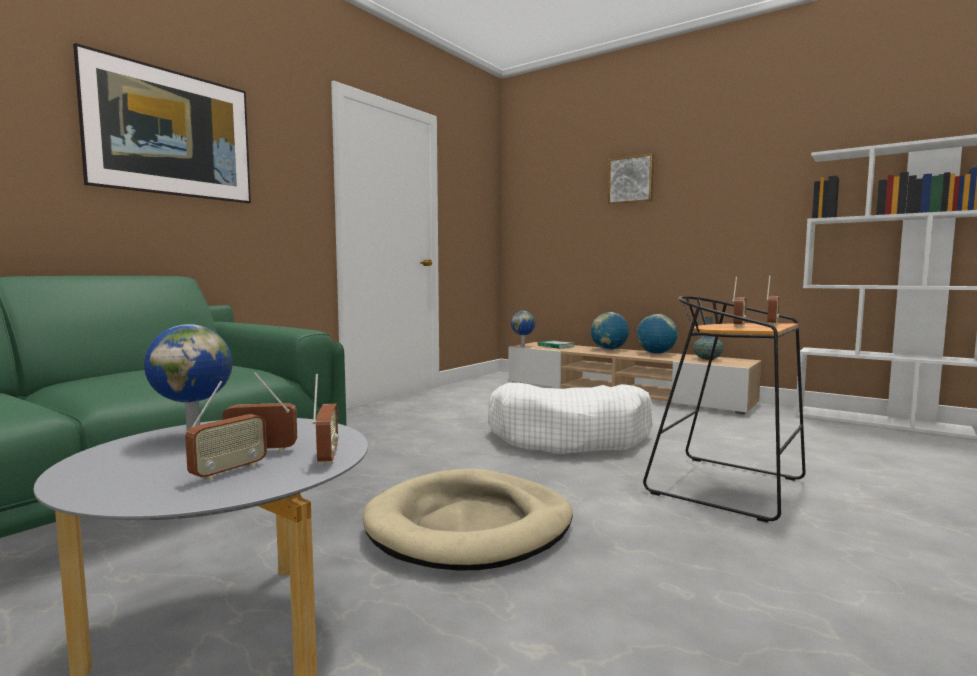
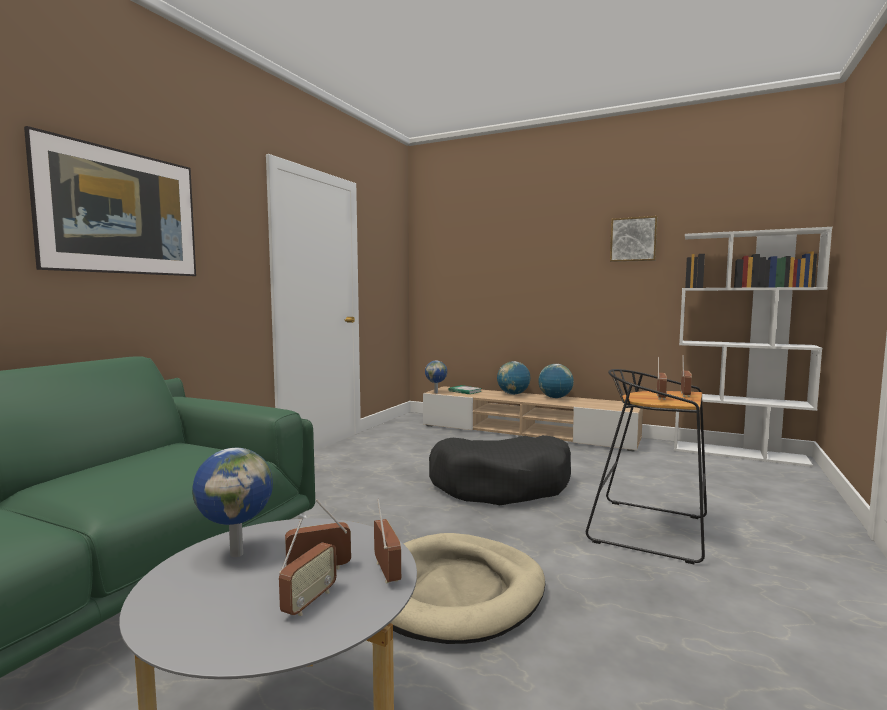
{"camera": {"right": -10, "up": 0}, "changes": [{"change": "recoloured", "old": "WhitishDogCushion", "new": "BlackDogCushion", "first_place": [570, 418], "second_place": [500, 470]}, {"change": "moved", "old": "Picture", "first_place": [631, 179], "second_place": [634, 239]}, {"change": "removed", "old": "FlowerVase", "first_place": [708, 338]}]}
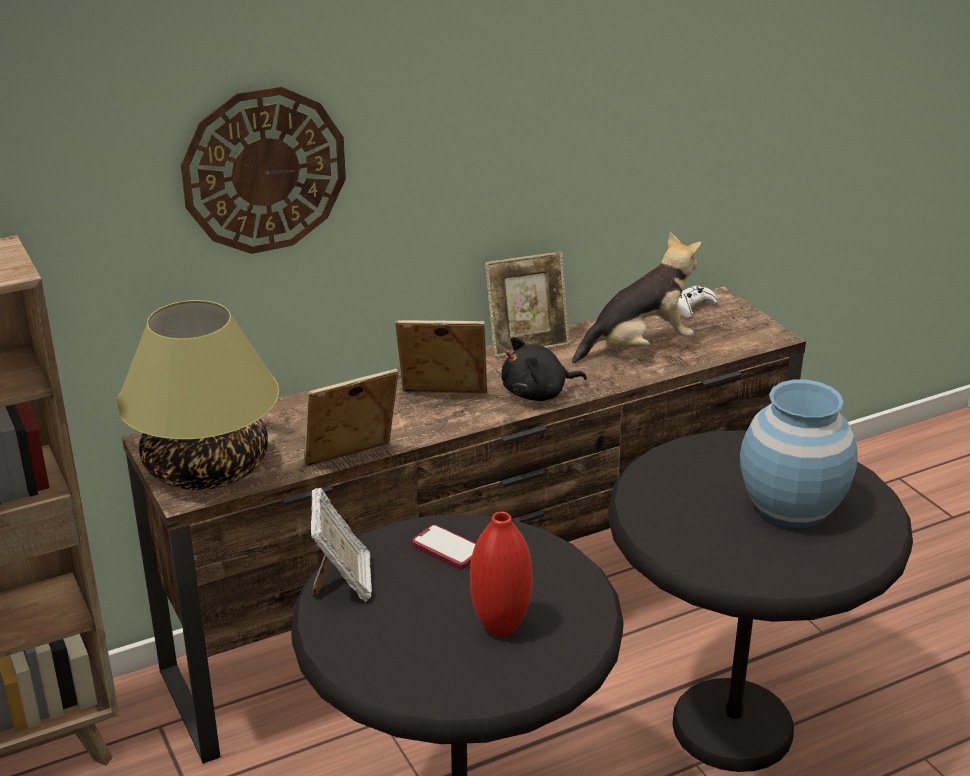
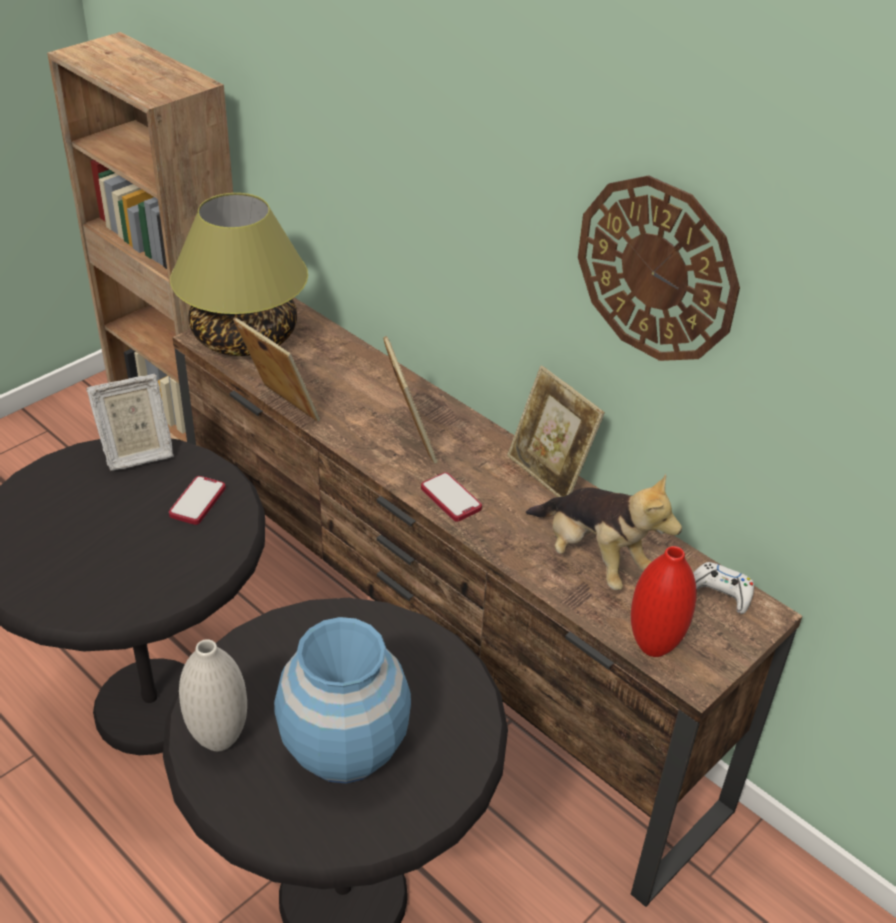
{"camera": {"right": 70, "up": 10}, "changes": [{"change": "moved", "old": "HangingClock", "first_place": [263, 170], "second_place": [659, 268]}, {"change": "moved", "old": "ReddishFlowerVase", "first_place": [501, 574], "second_place": [664, 601]}, {"change": "replaced", "old": "BlackCuddlyToy", "new": "Telephone", "first_place": [544, 369], "second_place": [451, 497]}, {"change": "added", "new": "WhitishFlowerVase", "second_place": [213, 695]}]}
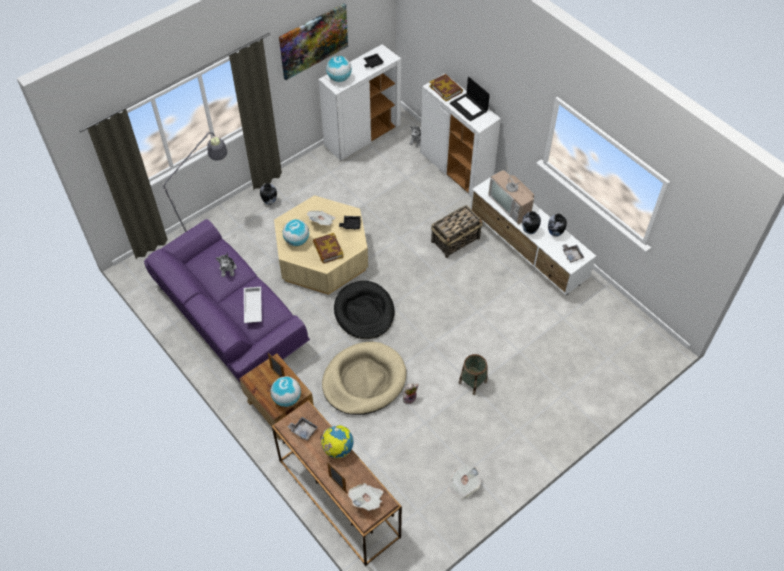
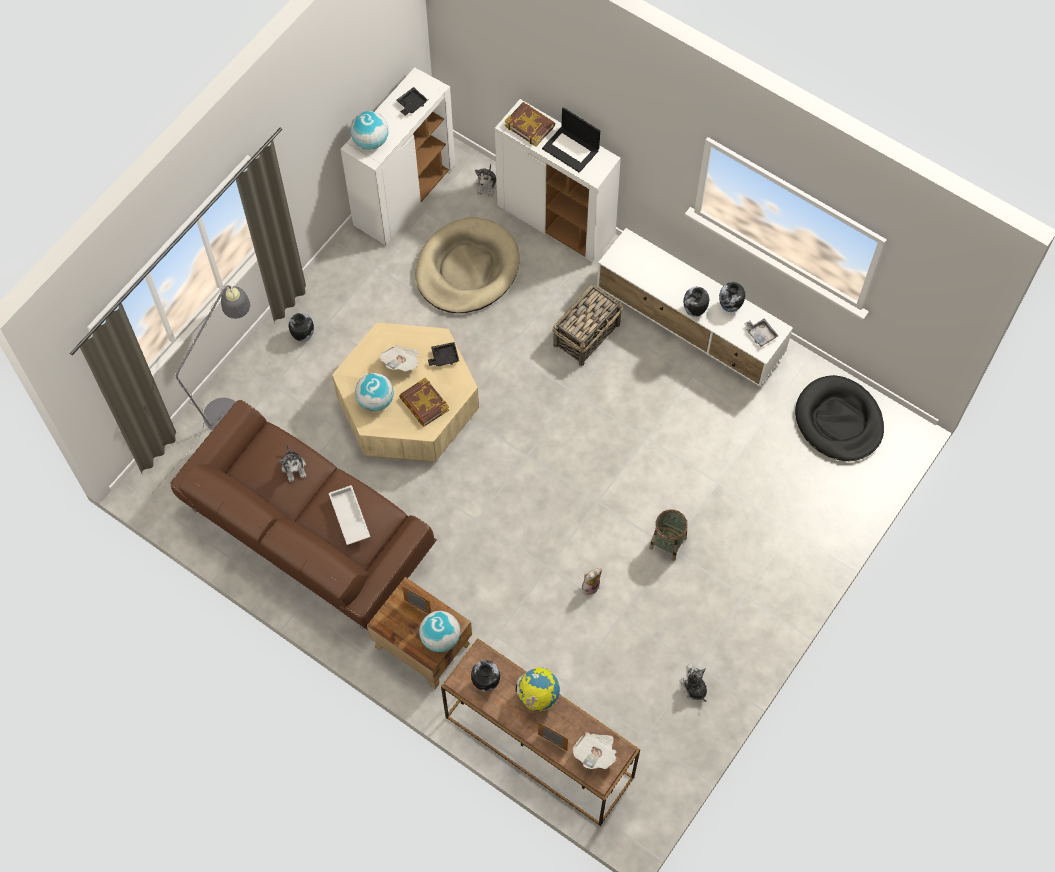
{"camera": {"right": -15, "up": 10}, "changes": [{"change": "recoloured", "old": "PurplishCouch", "new": "BrownCouch", "first_place": [227, 300], "second_place": [303, 515]}, {"change": "removed", "old": "Picture", "first_place": [313, 41]}, {"change": "replaced", "old": "GreyServingTray", "new": "FlowerVase", "first_place": [303, 429], "second_place": [485, 676]}, {"change": "moved", "old": "BeigeDogCushion", "first_place": [364, 378], "second_place": [467, 265]}, {"change": "moved", "old": "BlackDogCushion", "first_place": [364, 310], "second_place": [839, 418]}, {"change": "replaced", "old": "DailyPaper", "new": "CuddlyToy", "first_place": [464, 481], "second_place": [693, 682]}, {"change": "removed", "old": "TvSet", "first_place": [511, 193]}]}
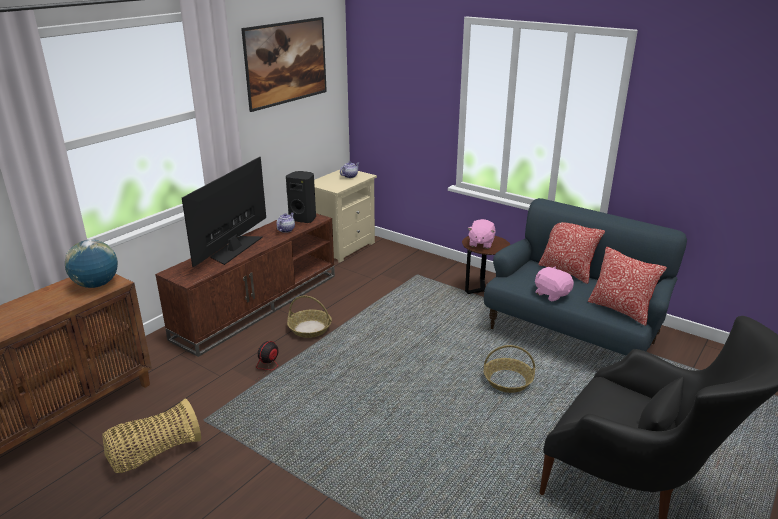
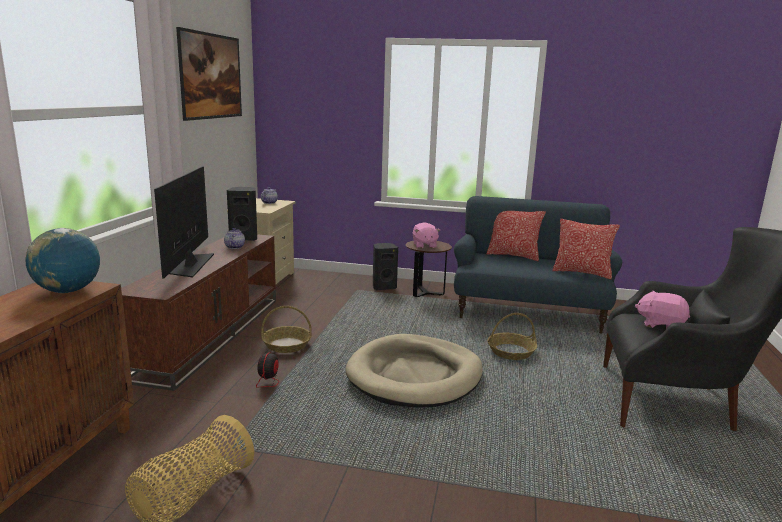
{"camera": {"right": -25, "up": -10}, "changes": [{"change": "moved", "old": "PinkishCuddlyToy", "first_place": [554, 283], "second_place": [662, 310]}, {"change": "added", "new": "BeigeDogCushion", "second_place": [414, 371]}, {"change": "added", "new": "BlackSpeaker", "second_place": [385, 266]}]}
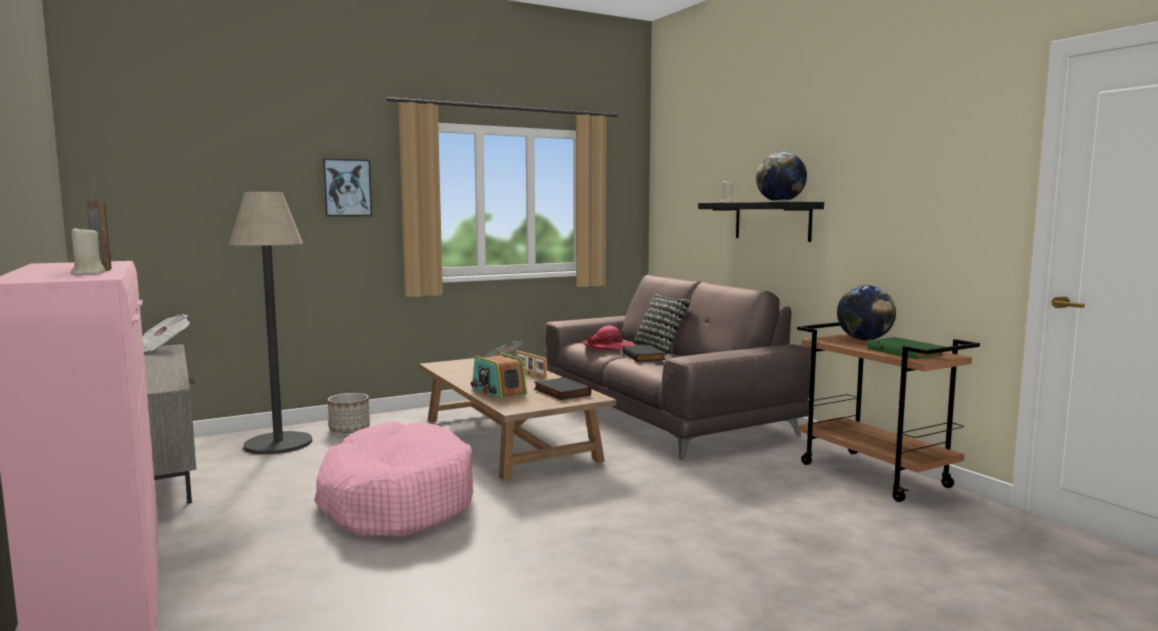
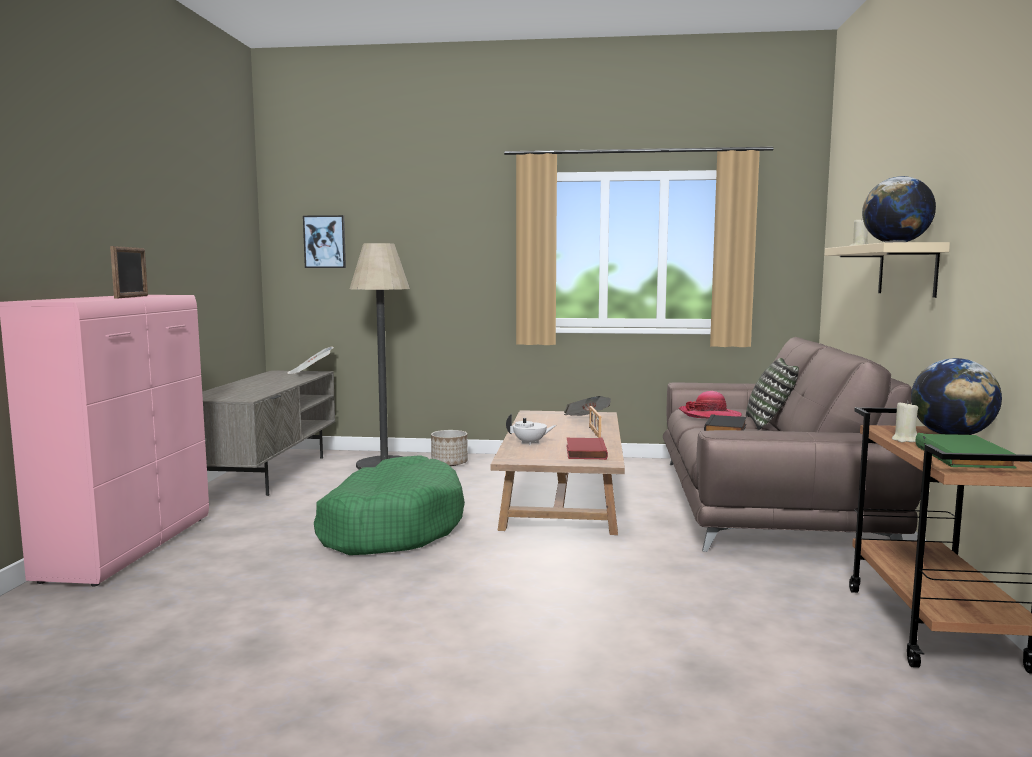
{"camera": {"right": 35, "up": 0}, "changes": [{"change": "moved", "old": "BeigeCandle", "first_place": [87, 250], "second_place": [905, 421]}, {"change": "recoloured", "old": "PinkishDogCushion", "new": "GreenishDogCushion", "first_place": [393, 479], "second_place": [389, 505]}, {"change": "moved", "old": "Picture", "first_place": [347, 187], "second_place": [324, 241]}, {"change": "replaced", "old": "RadioReceiver", "new": "WhitishTeaPot", "first_place": [499, 376], "second_place": [531, 429]}, {"change": "recoloured", "old": "BlackBoundBook", "new": "ReddishBoundBook", "first_place": [562, 388], "second_place": [587, 448]}, {"change": "recoloured", "old": "BlackWallShelf", "new": "BeigeWallShelf", "first_place": [761, 222], "second_place": [887, 270]}]}
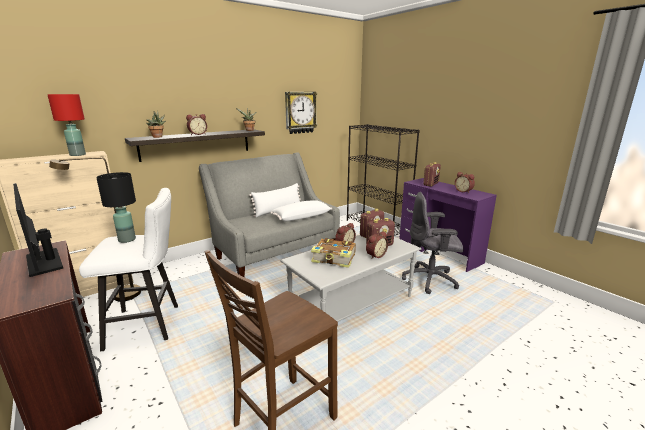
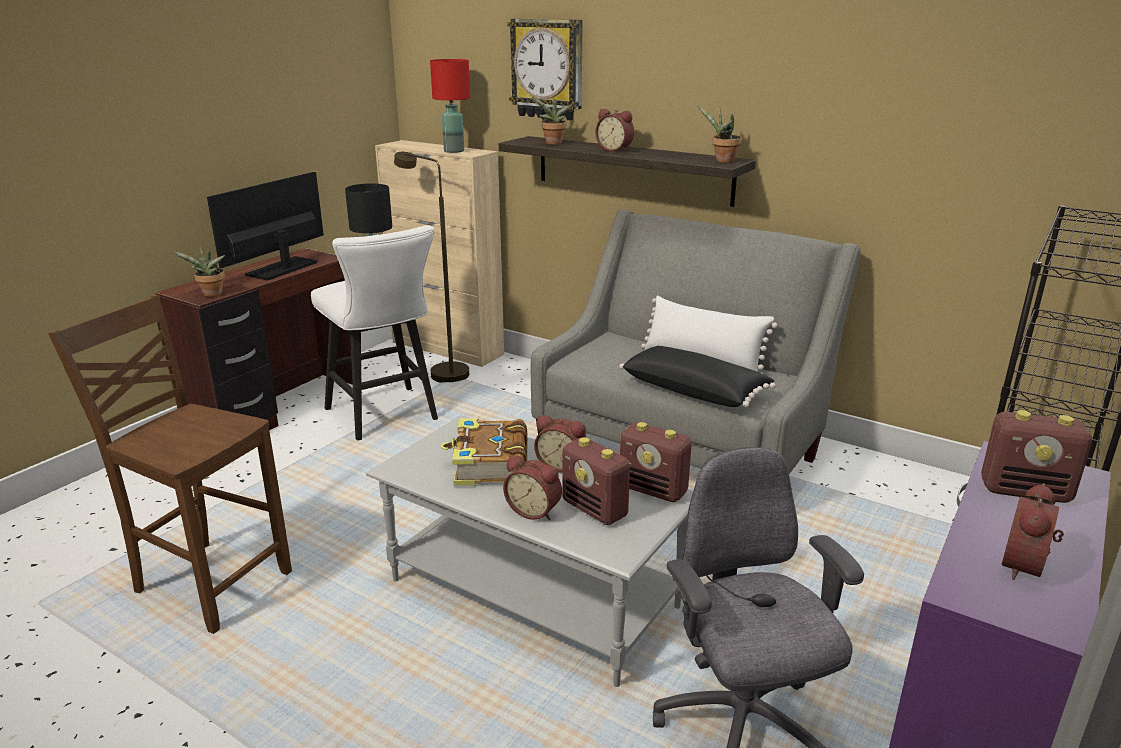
{"camera": {"right": 70, "up": 5}, "changes": [{"change": "recoloured", "old": "WhitishPillow", "new": "BlackPillow", "first_place": [301, 210], "second_place": [697, 376]}, {"change": "moved", "old": "HangingClock", "first_place": [301, 113], "second_place": [545, 69]}, {"change": "added", "new": "PlantInAPot", "second_place": [198, 272]}]}
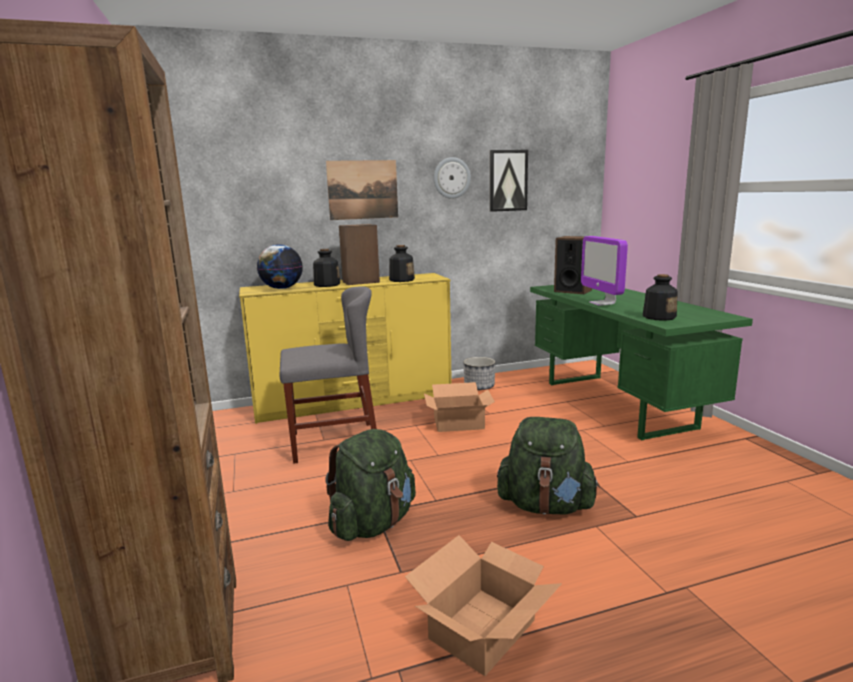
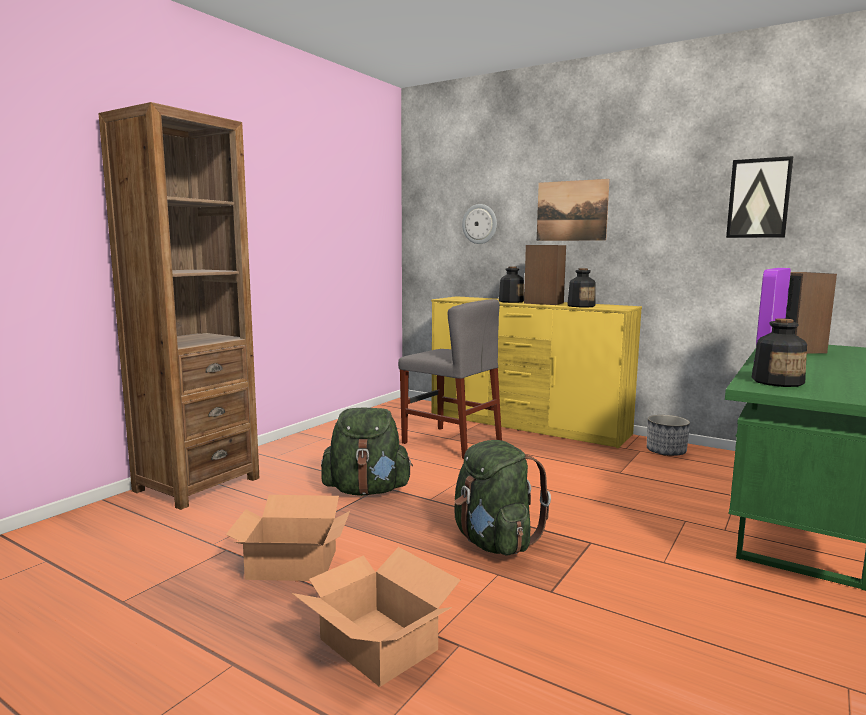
{"camera": {"right": 50, "up": -5}, "changes": [{"change": "removed", "old": "WorldGlobe", "first_place": [280, 266]}, {"change": "moved", "old": "Carton", "first_place": [459, 407], "second_place": [376, 617]}, {"change": "moved", "old": "HangingClock", "first_place": [452, 178], "second_place": [479, 224]}]}
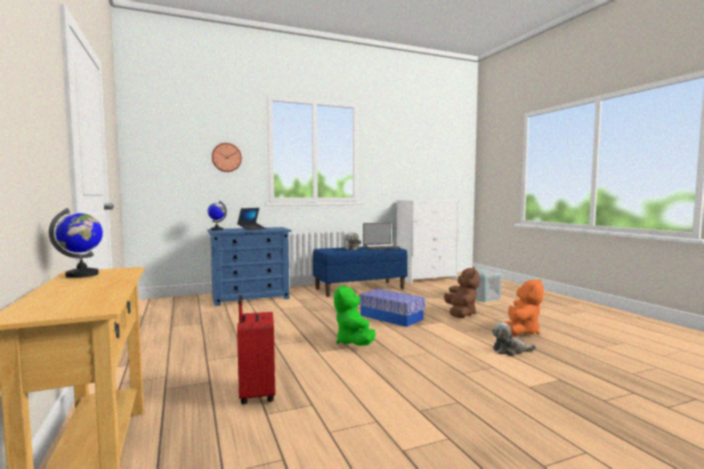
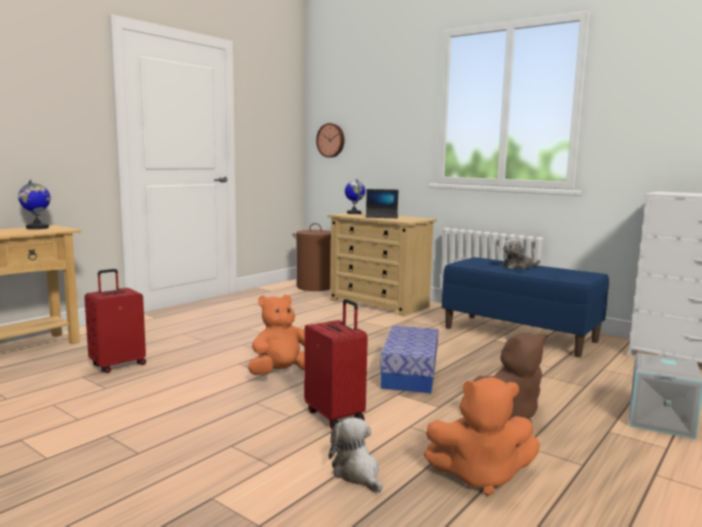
{"camera": {"right": 60, "up": 5}, "changes": [{"change": "recoloured", "old": "BlueDrawerChest", "new": "BeigeDrawerChest", "first_place": [249, 266], "second_place": [382, 264]}, {"change": "moved", "old": "HangingClock", "first_place": [227, 157], "second_place": [330, 140]}, {"change": "recoloured", "old": "GreenishCuddlyToy", "new": "OrangeyCuddlyToy", "first_place": [355, 315], "second_place": [276, 335]}, {"change": "removed", "old": "Laptop", "first_place": [381, 236]}, {"change": "added", "new": "BrownLaundryBasket", "second_place": [311, 257]}, {"change": "added", "new": "ReddishSuitcase", "second_place": [336, 364]}]}
